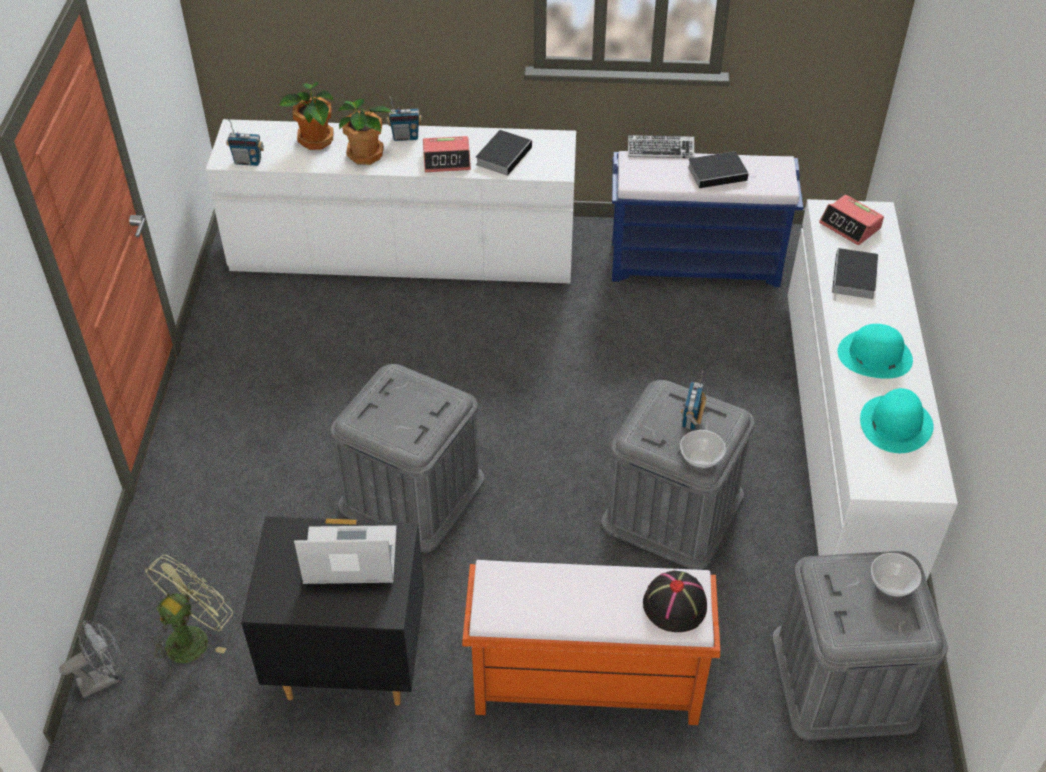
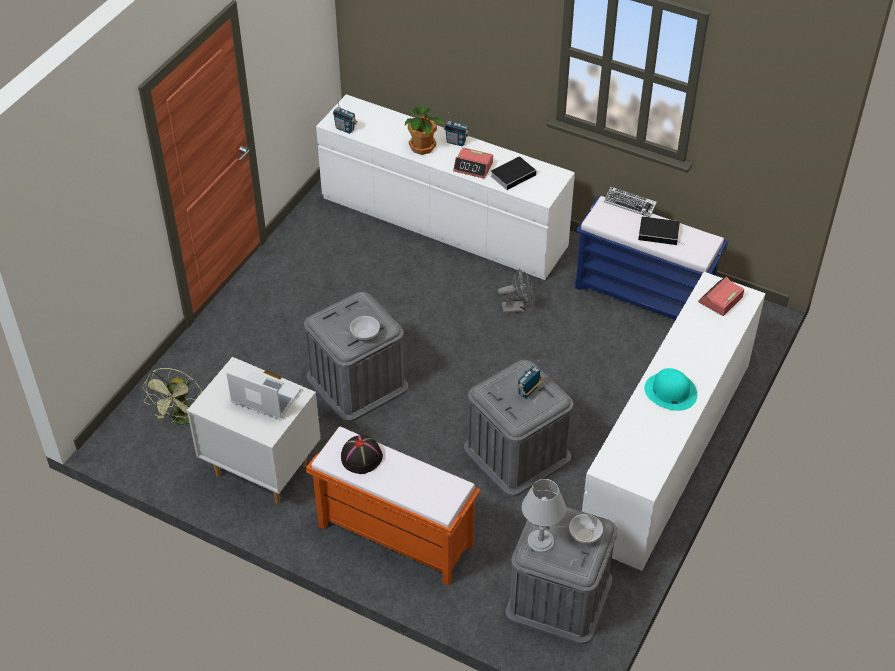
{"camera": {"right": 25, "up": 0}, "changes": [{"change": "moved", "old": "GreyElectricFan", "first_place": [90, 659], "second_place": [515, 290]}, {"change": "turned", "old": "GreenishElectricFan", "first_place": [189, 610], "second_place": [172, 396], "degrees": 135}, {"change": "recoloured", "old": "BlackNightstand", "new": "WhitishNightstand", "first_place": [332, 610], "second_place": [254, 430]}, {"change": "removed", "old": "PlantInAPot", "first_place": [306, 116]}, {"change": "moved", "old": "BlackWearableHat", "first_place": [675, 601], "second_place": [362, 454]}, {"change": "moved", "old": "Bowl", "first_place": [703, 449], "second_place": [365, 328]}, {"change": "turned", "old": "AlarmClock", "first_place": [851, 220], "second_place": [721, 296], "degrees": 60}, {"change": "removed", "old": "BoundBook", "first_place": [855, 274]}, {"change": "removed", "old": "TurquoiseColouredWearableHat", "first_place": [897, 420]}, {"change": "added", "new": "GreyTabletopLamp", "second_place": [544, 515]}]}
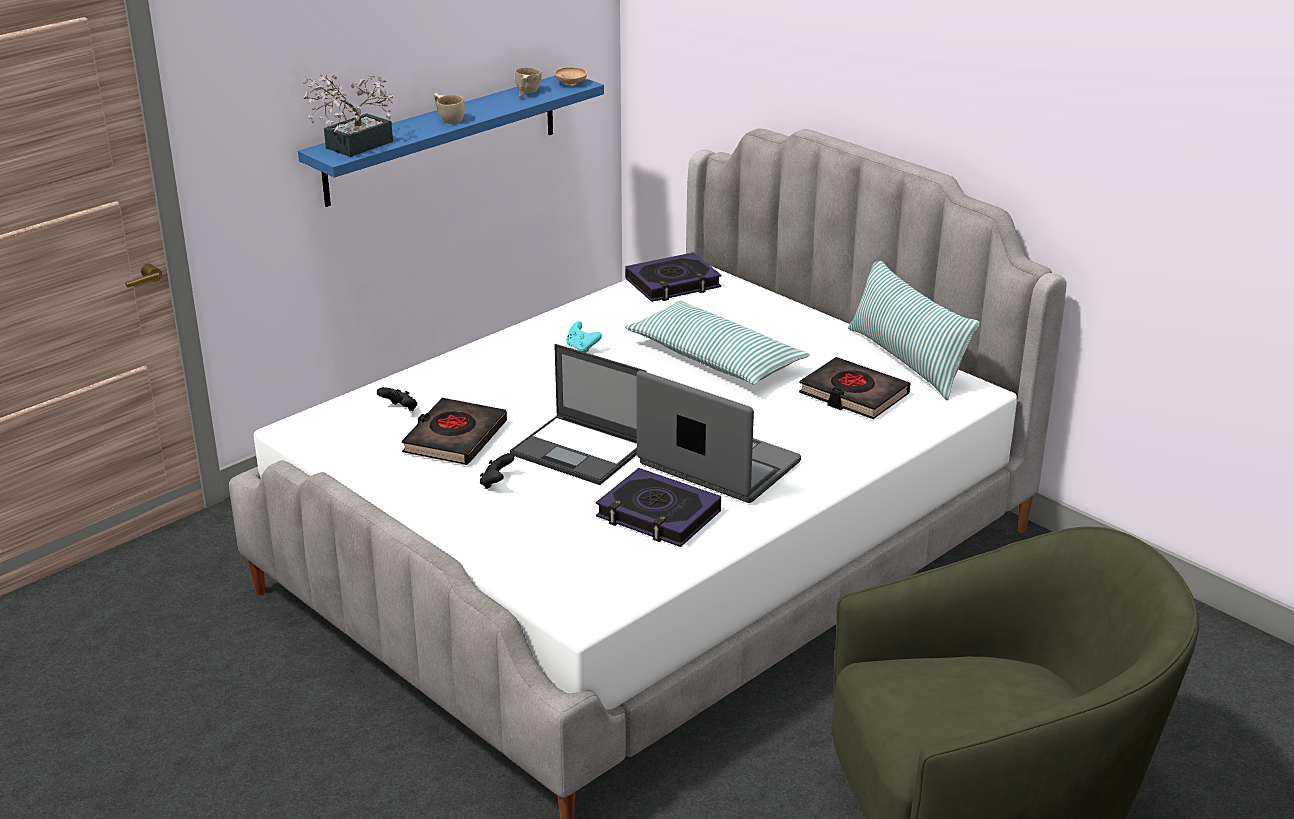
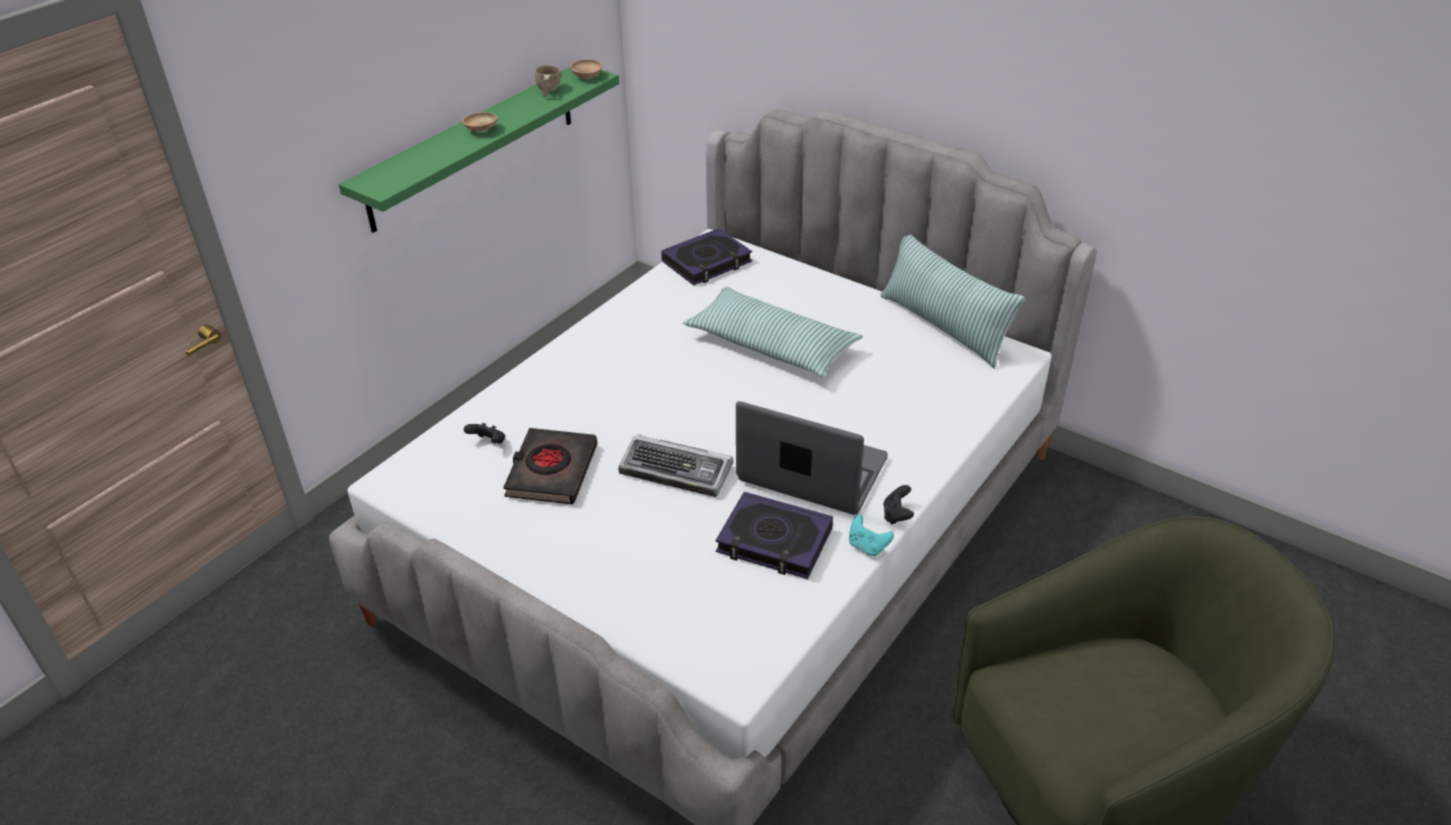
{"camera": {"right": -10, "up": 10}, "changes": [{"change": "recoloured", "old": "BlueWallShelf", "new": "GreenishWallShelf", "first_place": [451, 141], "second_place": [479, 150]}, {"change": "removed", "old": "PlantInAPot", "first_place": [347, 115]}, {"change": "replaced", "old": "BeigeDrinkingCup", "new": "BrownBowl", "first_place": [449, 108], "second_place": [479, 122]}, {"change": "moved", "old": "BlackGamepad", "first_place": [497, 471], "second_place": [898, 504]}, {"change": "replaced", "old": "Laptop", "new": "Keyboard", "first_place": [578, 414], "second_place": [675, 465]}, {"change": "moved", "old": "TurquoiseColouredGamepad", "first_place": [584, 337], "second_place": [871, 536]}, {"change": "removed", "old": "BlackBoundBook", "first_place": [854, 388]}]}
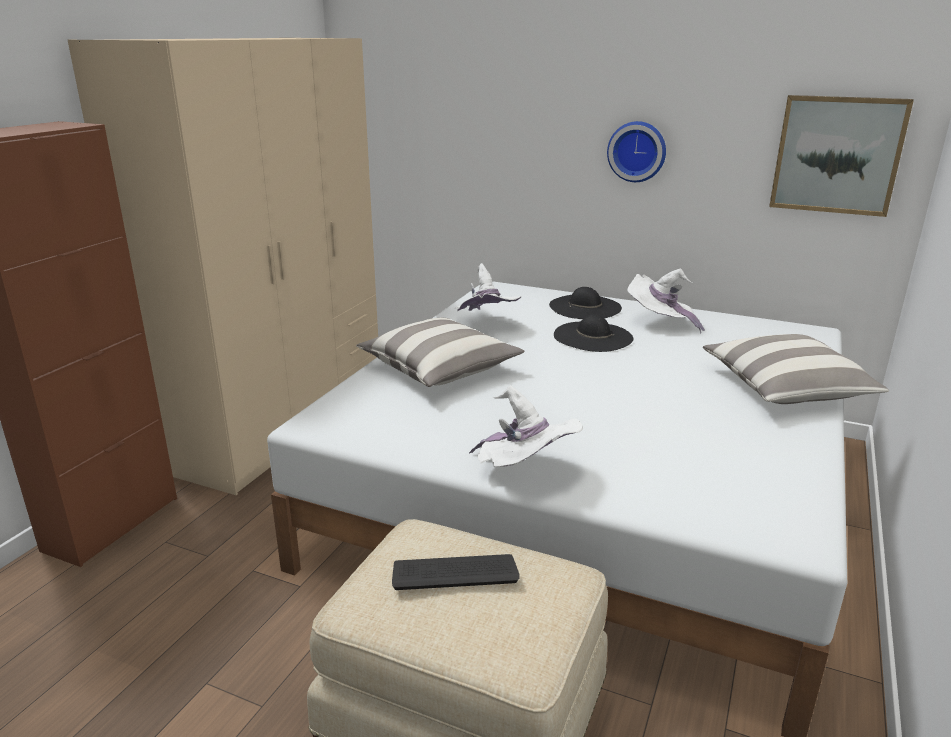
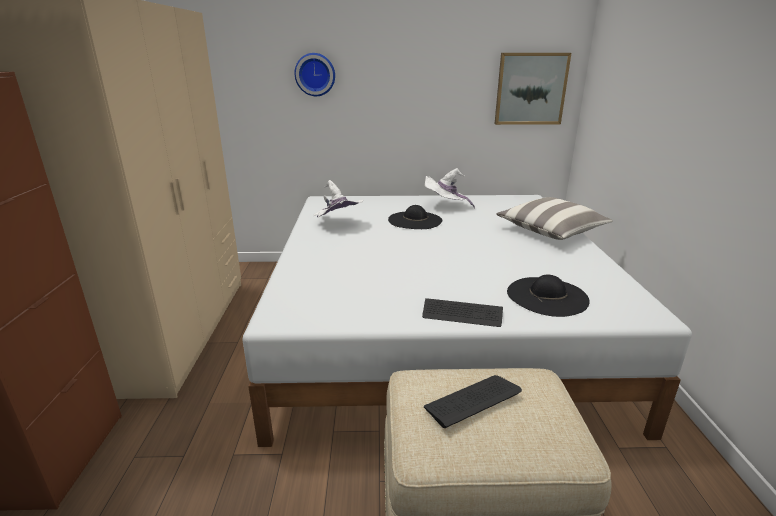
{"camera": {"right": -25, "up": 0}, "changes": [{"change": "removed", "old": "Pillow", "first_place": [440, 352]}, {"change": "replaced", "old": "WhitishWearableHat", "new": "Keyboard", "first_place": [526, 426], "second_place": [462, 312]}, {"change": "moved", "old": "BlackWearableHat", "first_place": [585, 303], "second_place": [548, 296]}, {"change": "moved", "old": "HangingClock", "first_place": [636, 151], "second_place": [314, 74]}]}
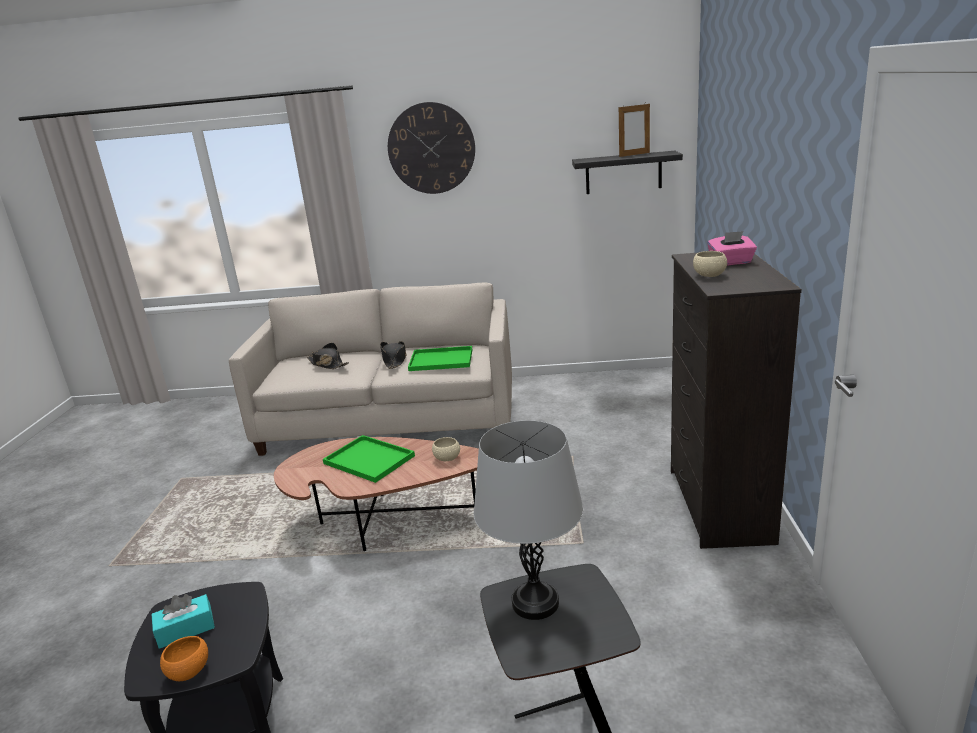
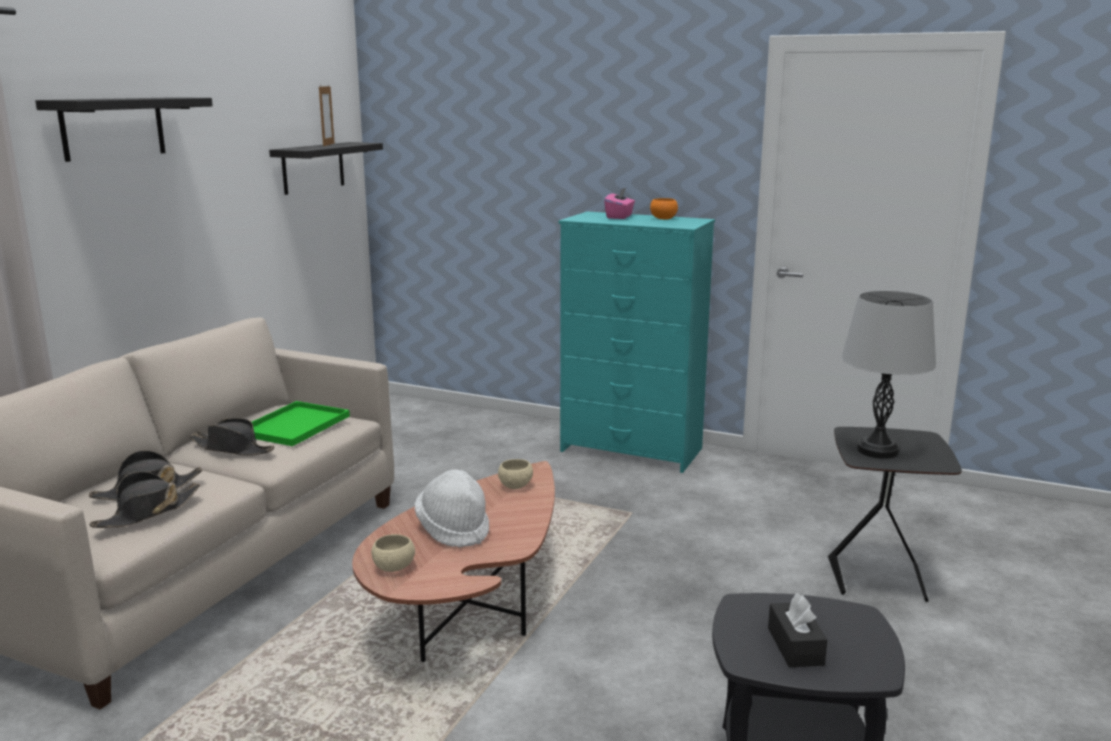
{"camera": {"right": -70, "up": -5}, "changes": [{"change": "recoloured", "old": "TurquoiseColouredTissueHolder", "new": "BlackTissueHolder", "first_place": [183, 621], "second_place": [797, 630]}, {"change": "moved", "old": "OrangeyBowl", "first_place": [184, 658], "second_place": [664, 209]}, {"change": "replaced", "old": "GreenishServingTray", "new": "WhitishWearableHat", "first_place": [369, 459], "second_place": [452, 508]}, {"change": "replaced", "old": "HangingClock", "new": "BlackWallShelf", "first_place": [431, 148], "second_place": [124, 129]}, {"change": "recoloured", "old": "BlackDrawerChest", "new": "TurquoiseColouredDrawerChest", "first_place": [736, 400], "second_place": [637, 342]}, {"change": "moved", "old": "BeigeBowl", "first_place": [710, 264], "second_place": [393, 553]}, {"change": "added", "new": "BlackWearableHat", "second_place": [144, 500]}]}
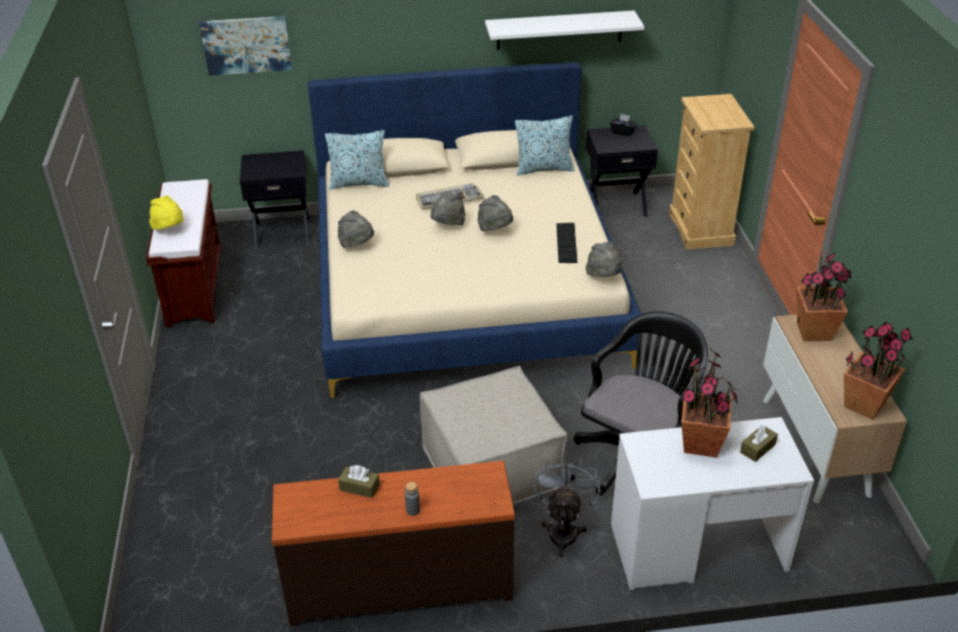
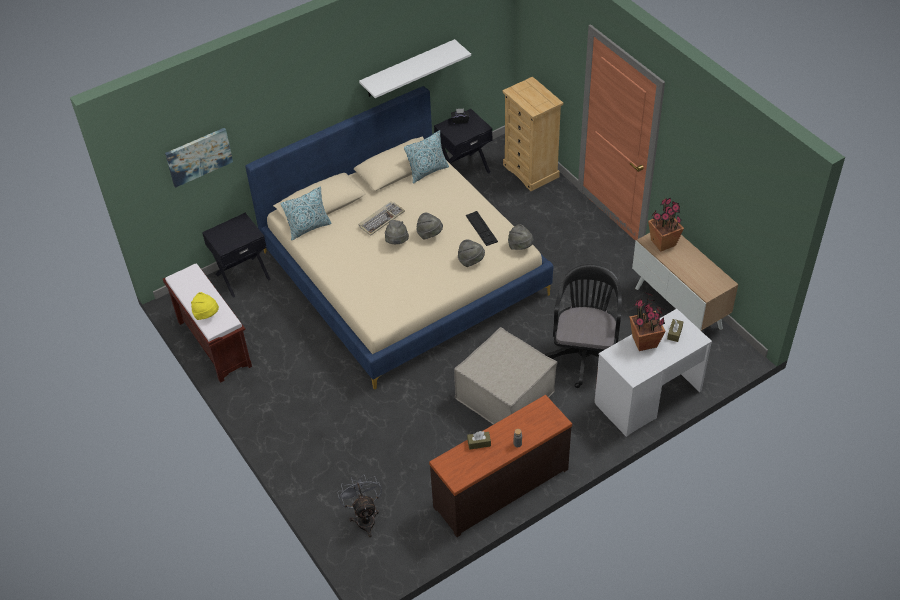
{"camera": {"right": -25, "up": 10}, "changes": [{"change": "moved", "old": "GreyWearableHat", "first_place": [356, 229], "second_place": [471, 253]}, {"change": "moved", "old": "GreyElectricFan", "first_place": [567, 506], "second_place": [359, 505]}, {"change": "removed", "old": "PlantInAPot", "first_place": [878, 370]}]}
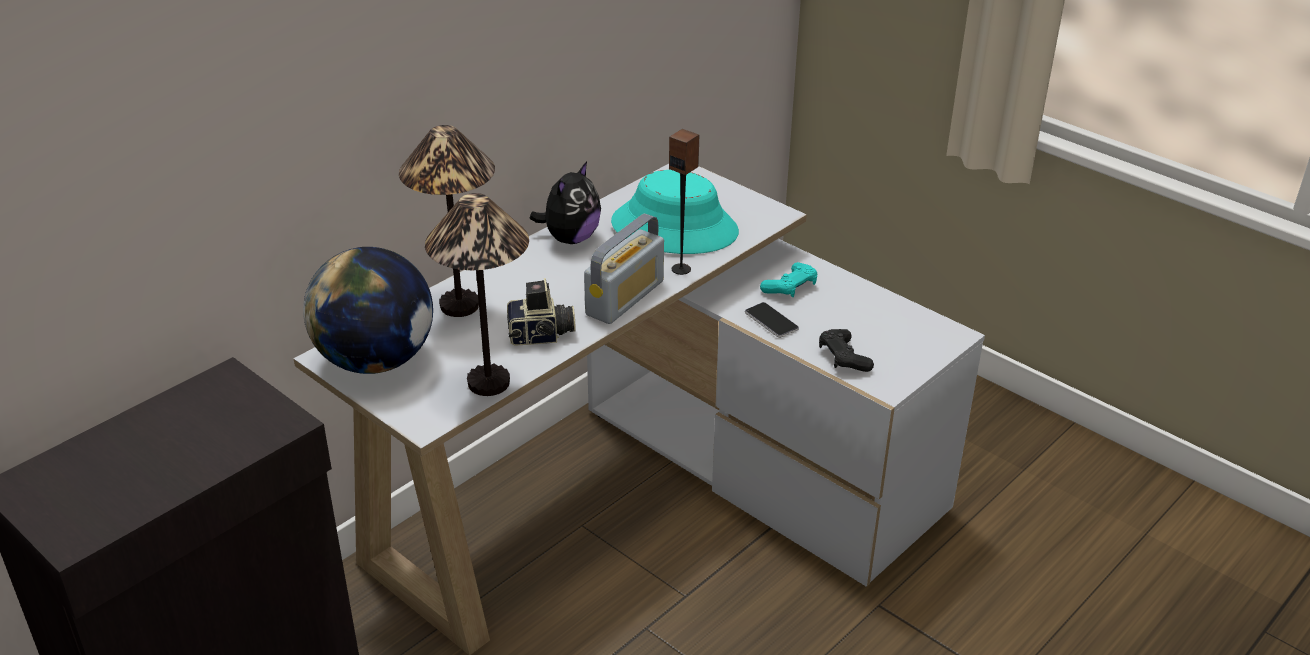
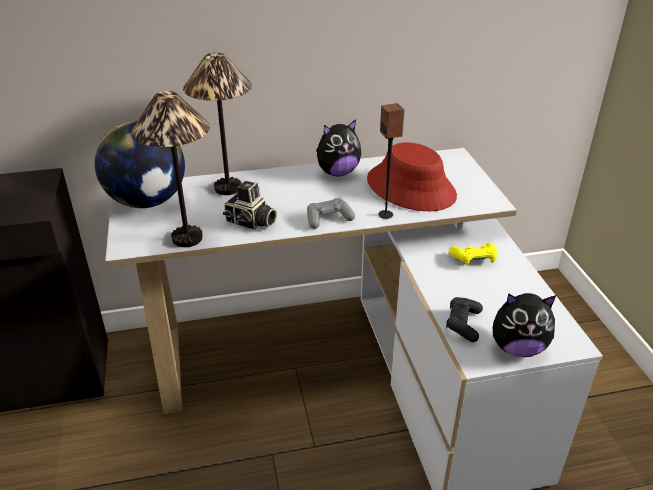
{"camera": {"right": 35, "up": 0}, "changes": [{"change": "replaced", "old": "RadioReceiver", "new": "GreyGamepad", "first_place": [624, 269], "second_place": [331, 213]}, {"change": "recoloured", "old": "TurquoiseColouredWearableHat", "new": "ReddishWearableHat", "first_place": [675, 212], "second_place": [412, 176]}, {"change": "removed", "old": "Telephone", "first_place": [772, 320]}, {"change": "recoloured", "old": "TurquoiseColouredGamepad", "new": "YellowGamepad", "first_place": [788, 279], "second_place": [473, 254]}, {"change": "added", "new": "CuddlyToy", "second_place": [524, 325]}]}
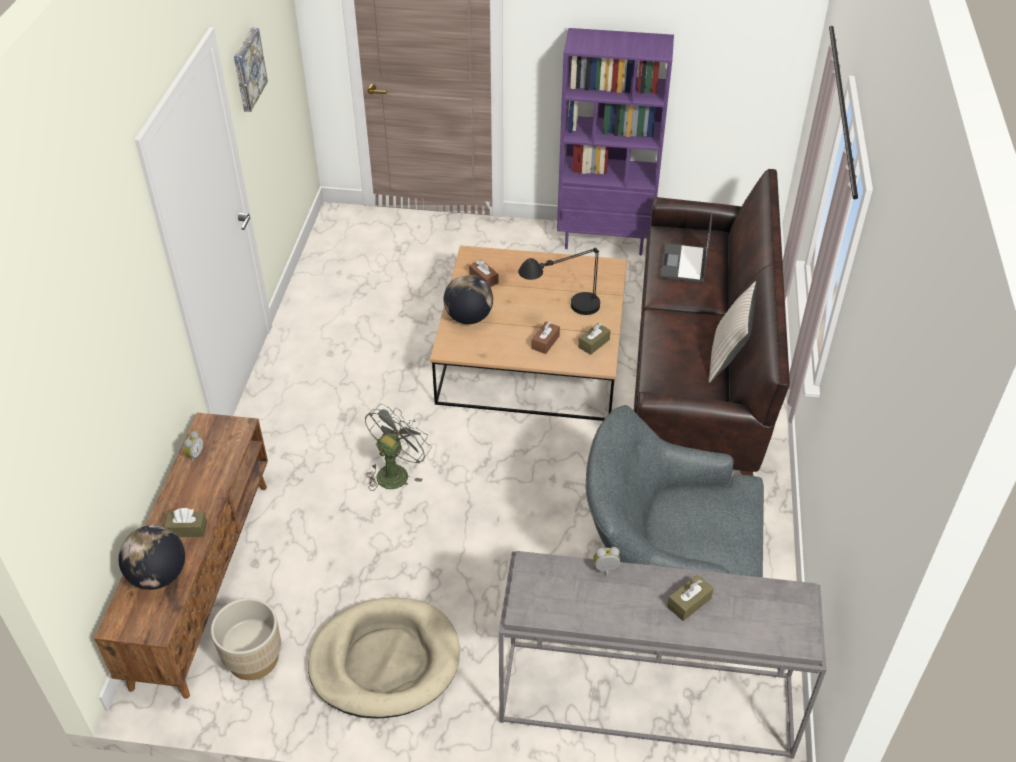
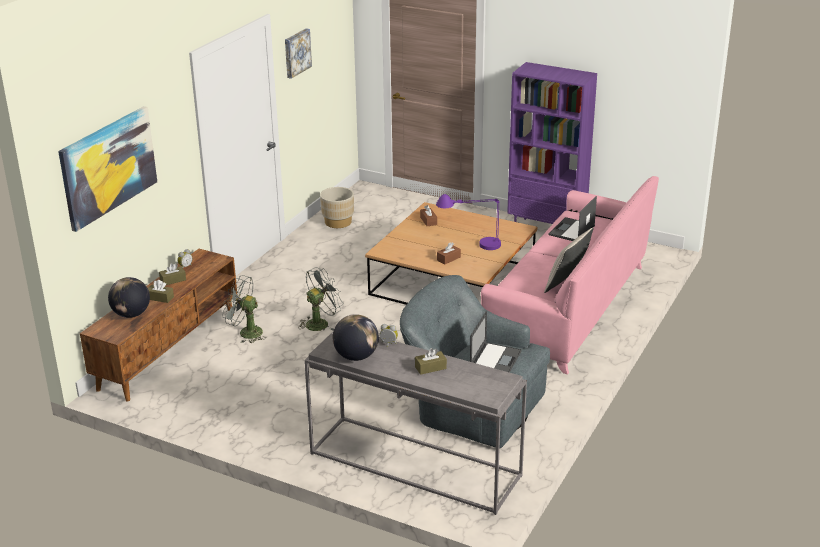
{"camera": {"right": 20, "up": -15}, "changes": [{"change": "moved", "old": "BeigeFlowerPot", "first_place": [246, 639], "second_place": [337, 207]}, {"change": "removed", "old": "BeigeDogCushion", "first_place": [384, 657]}, {"change": "moved", "old": "WorldGlobe", "first_place": [468, 299], "second_place": [356, 337]}, {"change": "recoloured", "old": "BlackTabletopLamp", "new": "PurplishTabletopLamp", "first_place": [559, 281], "second_place": [468, 222]}, {"change": "moved", "old": "BrownTissueHolder", "first_place": [594, 339], "second_place": [172, 274]}, {"change": "recoloured", "old": "BrownCouch", "new": "PinkishCouch", "first_place": [712, 322], "second_place": [570, 275]}, {"change": "added", "new": "Picture", "second_place": [107, 169]}, {"change": "added", "new": "GreyElectricFan", "second_place": [244, 309]}, {"change": "added", "new": "Laptop", "second_place": [496, 342]}]}
